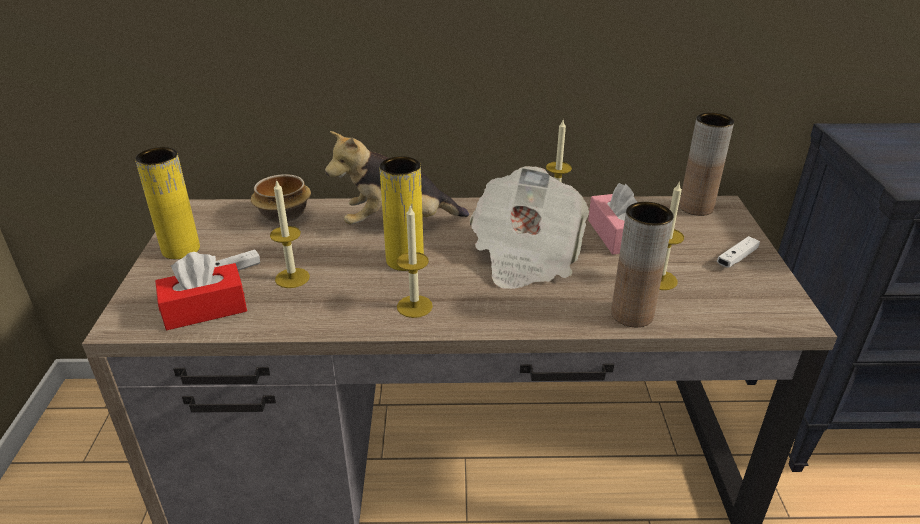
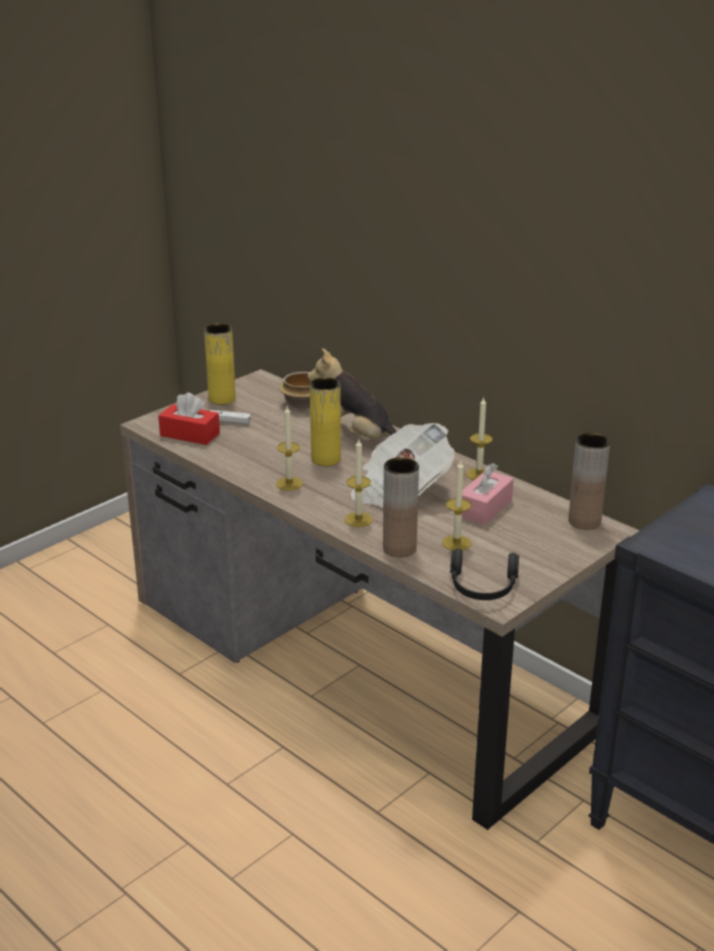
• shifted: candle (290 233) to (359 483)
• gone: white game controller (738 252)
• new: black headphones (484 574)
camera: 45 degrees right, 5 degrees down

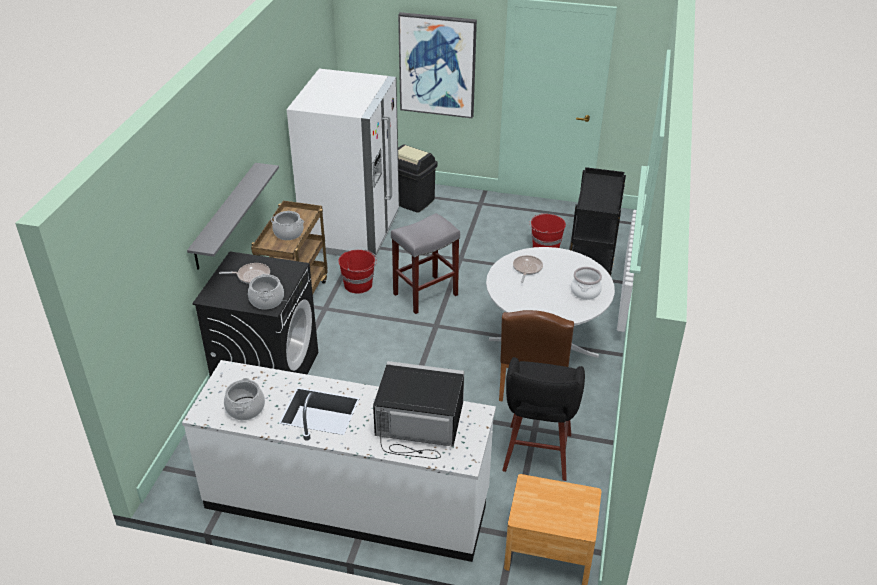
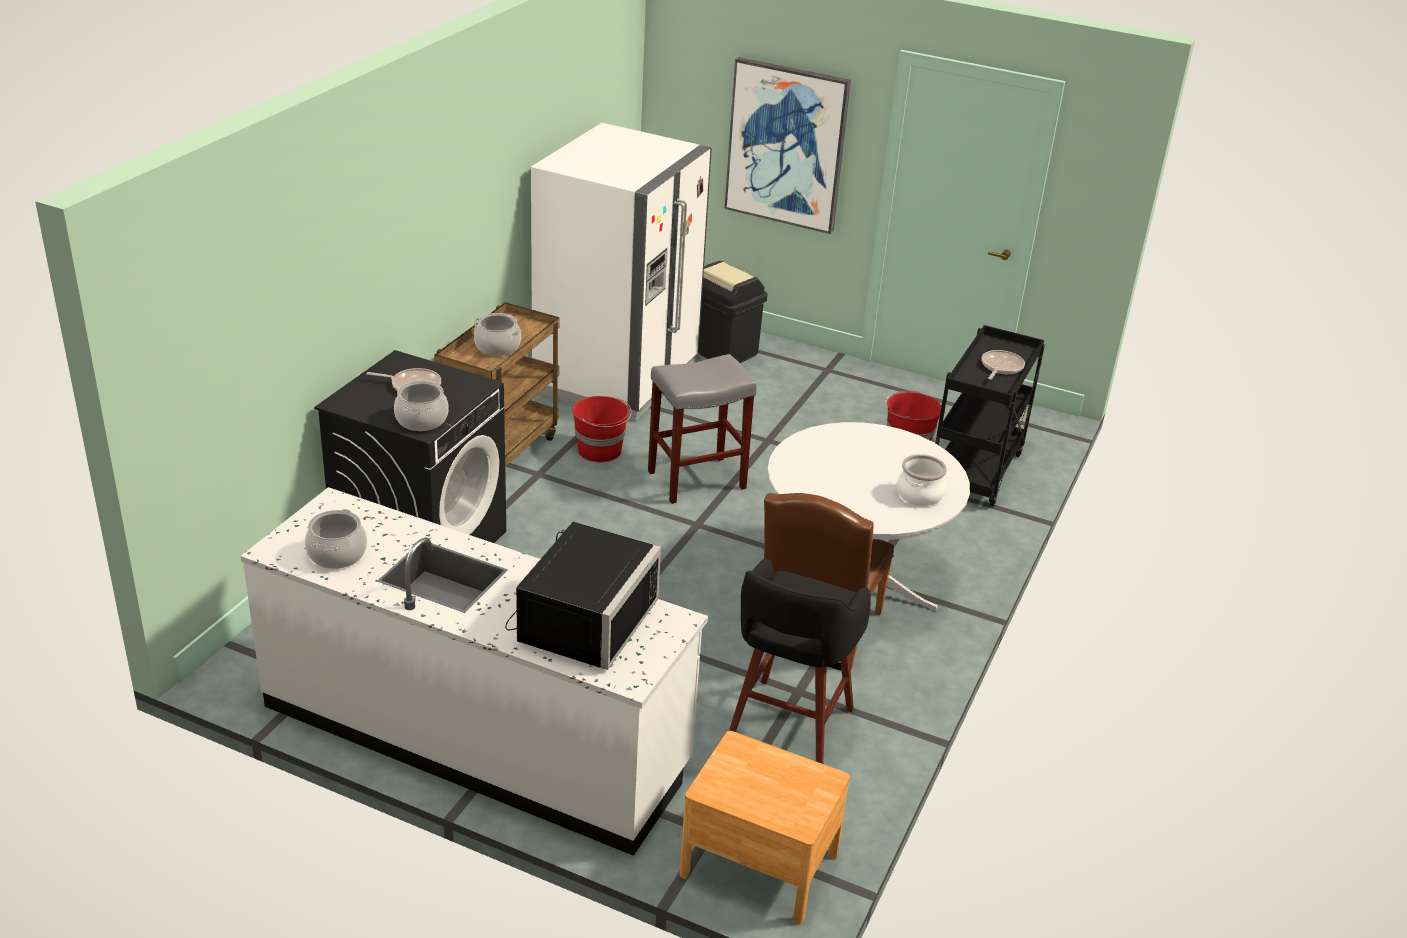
• gone: grey shelf (233 216)
• shifted: frying pan (528 269) to (1003 365)
• rotated: black microwave (418 410) = (583 596) 90 degrees clockwise
camera: 10 degrees right, 5 degrees down

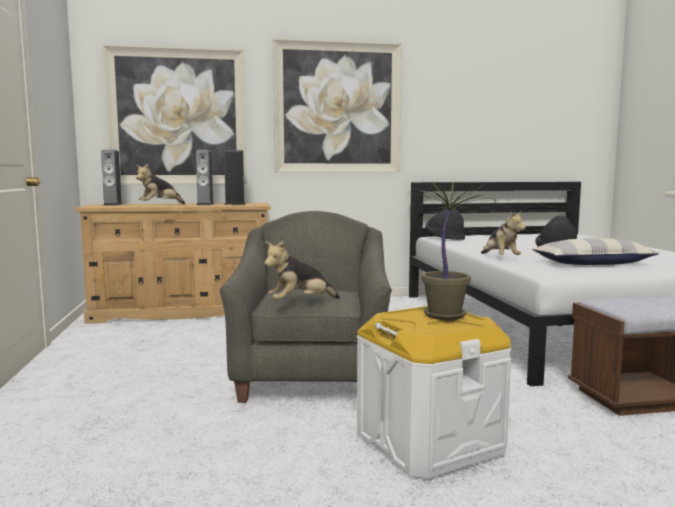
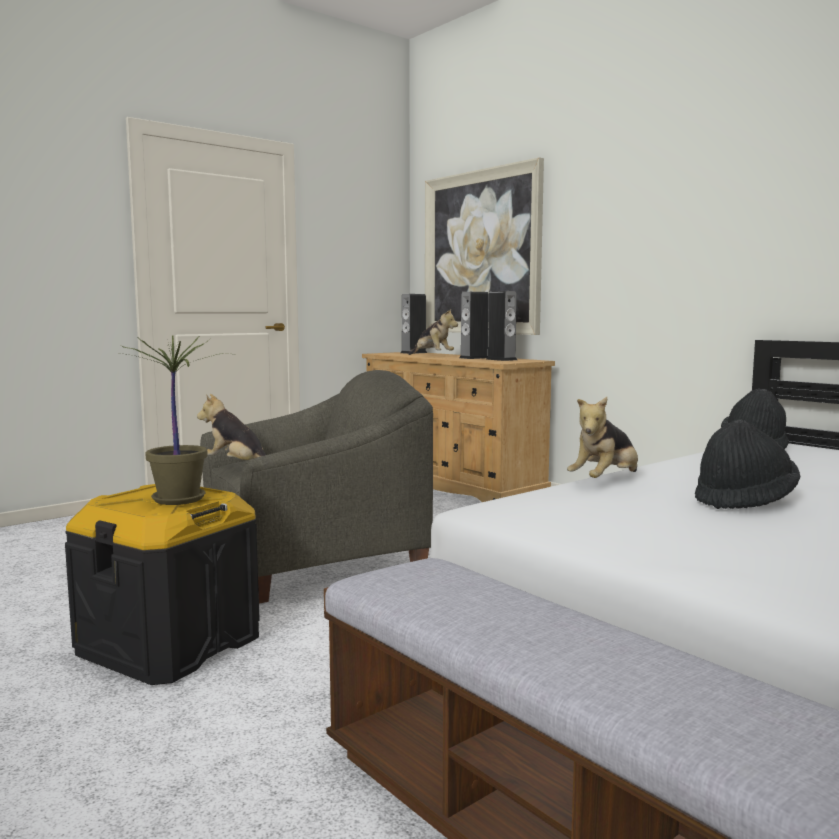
• gone: picture (337 105)
• rotated: plush toy (160 184) = (433 332) 150 degrees counterclockwise
• gone: pillow (595 251)
• repainted: white storage box (434 392) to black storage box (162 584)
camera: 60 degrees right, 0 degrees up

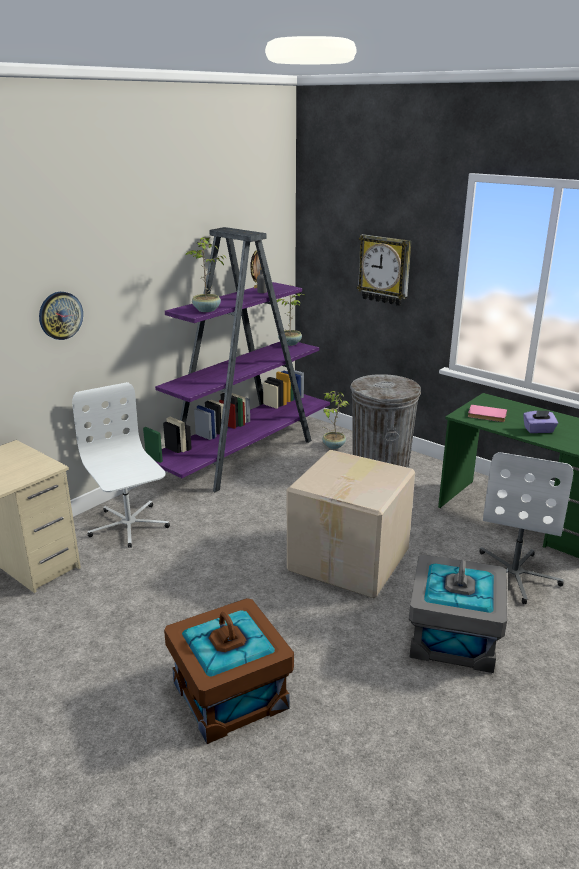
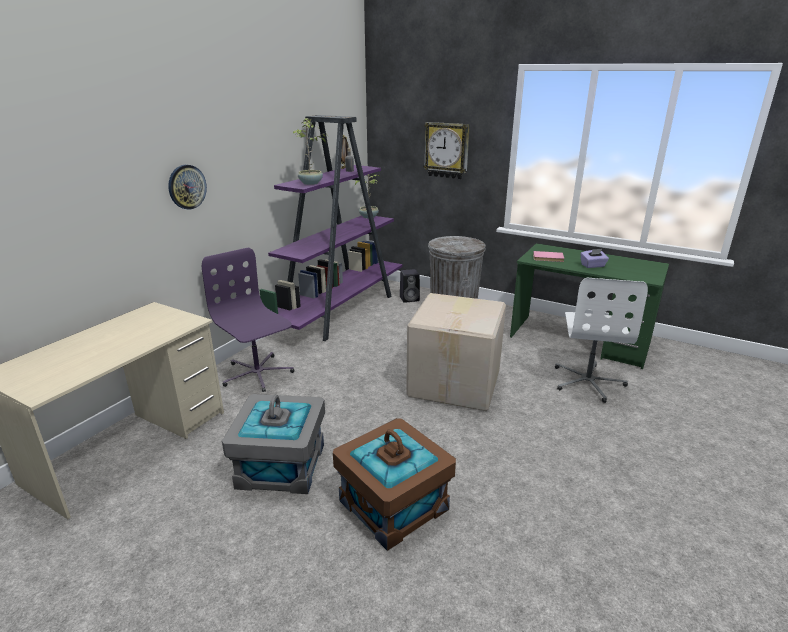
• repainted: white office chair (121 465) to purple office chair (248 319)
• swapped: potted plant (335 420) to black speaker (410 286)
• shifted: grey storage box (458 614) to (273 444)
camera: 10 degrees left, 0 degrees up

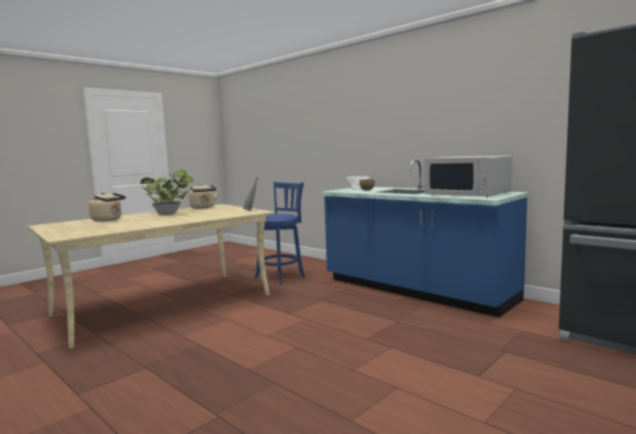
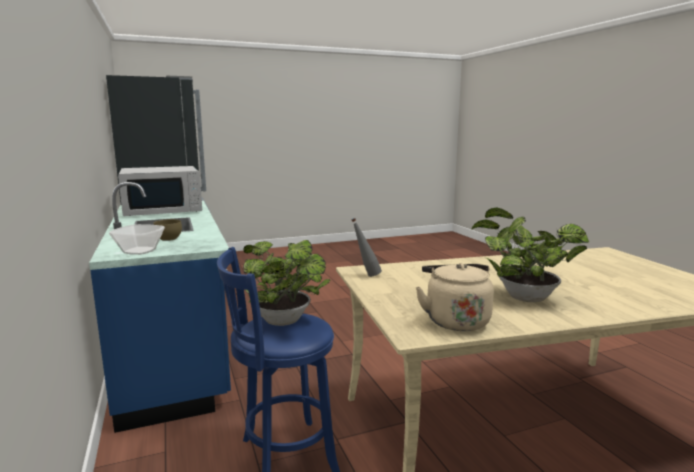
• rotated: white microwave (468 176) = (160 191) 90 degrees clockwise
• gone: beige kettle (107 207)
• new: potted plant (286 283)
camera: 155 degrees left, 5 degrees up

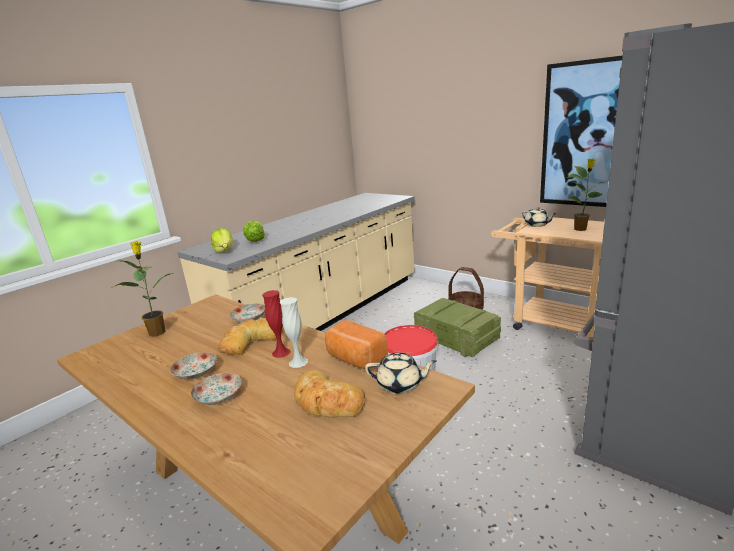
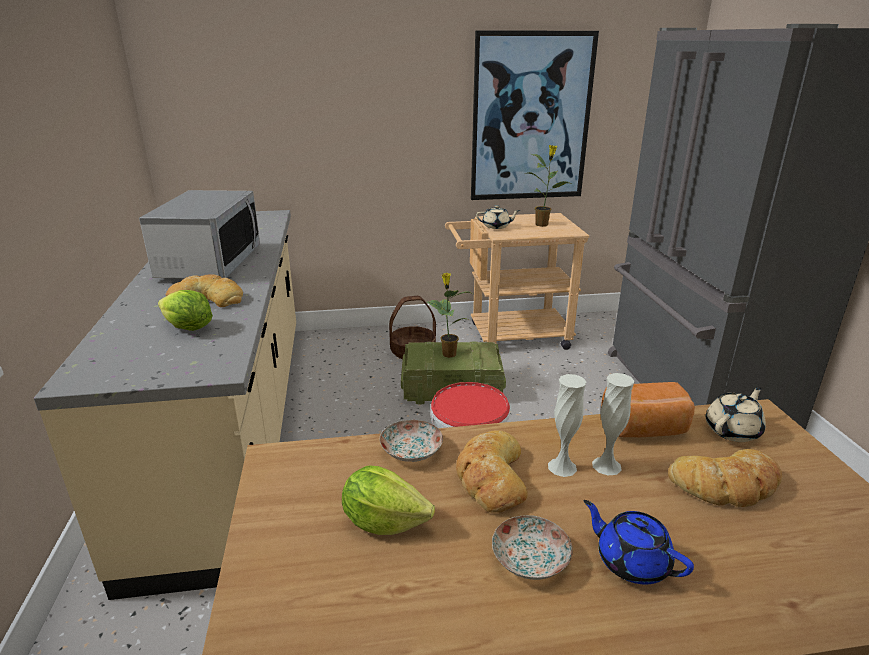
• shifted: lettuce (222 240) to (388 500)
• shifted: potted plant (142 289) to (450 315)
• repainted: red vase (276 324) to white vase (567 425)
• swapped: plate (216 389) to blue teapot (639 542)
• new: microwave (199 234)
• new: bread (204 290)
camera: 50 degrees left, 5 degrees up

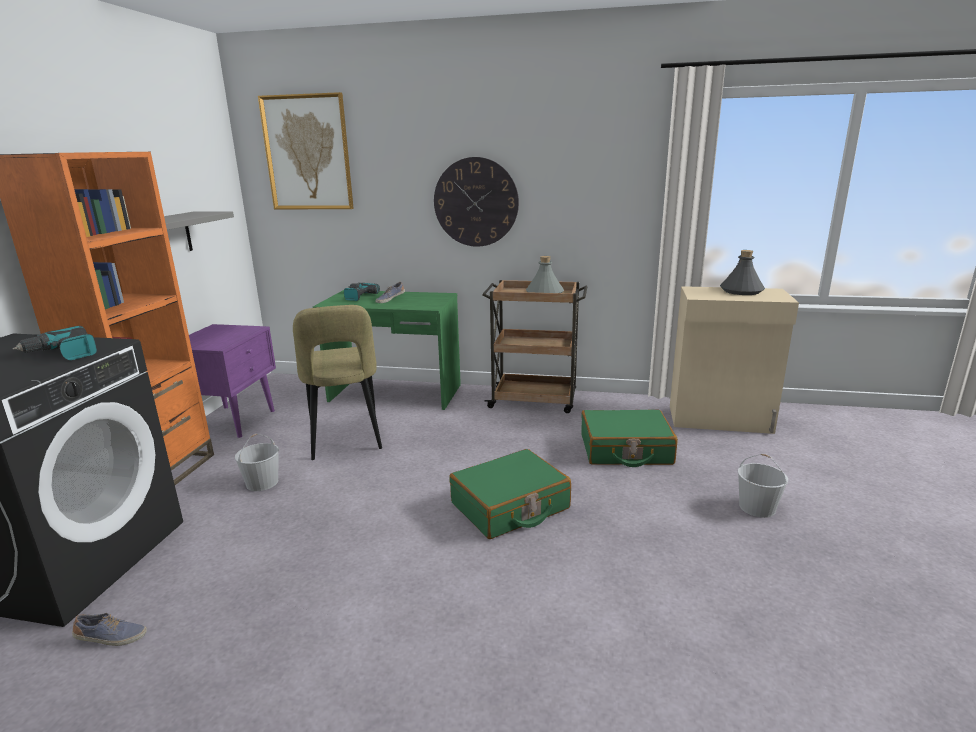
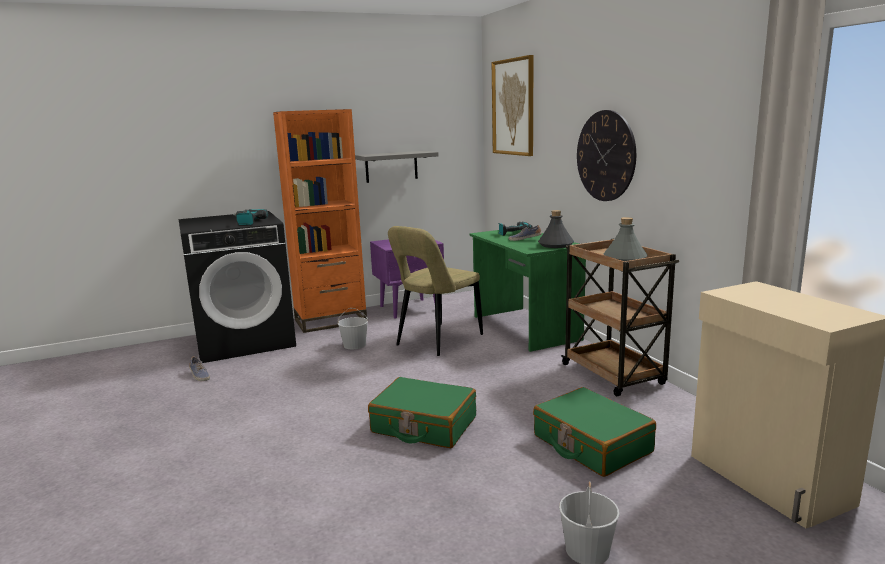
• shifted: grey bottle (742 272) to (556 229)
camera: 55 degrees right, 5 degrees down

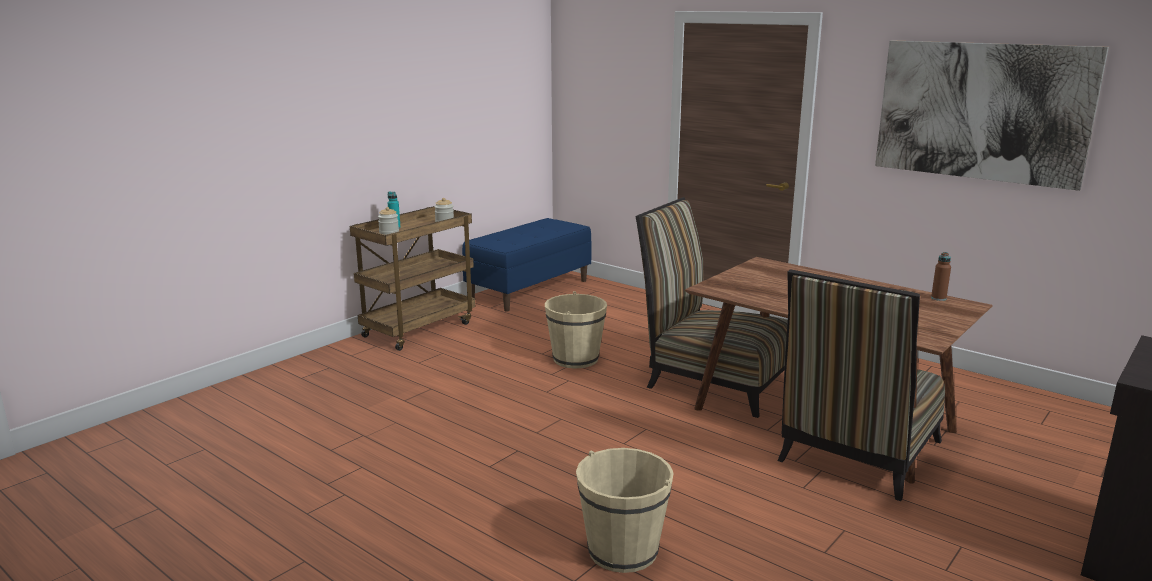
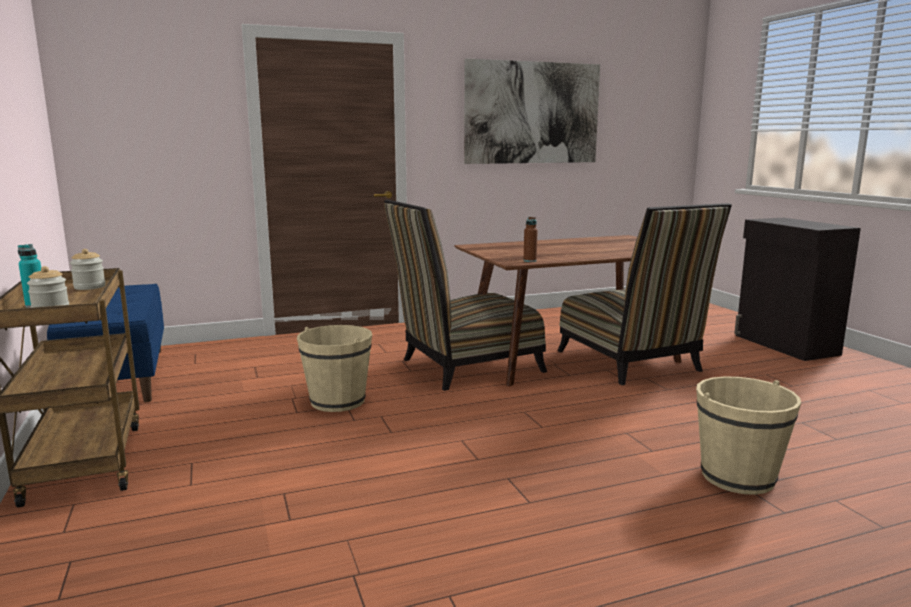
• shifted: brown bottle (941 276) to (531 239)
camera: 60 degrees left, 5 degrees down

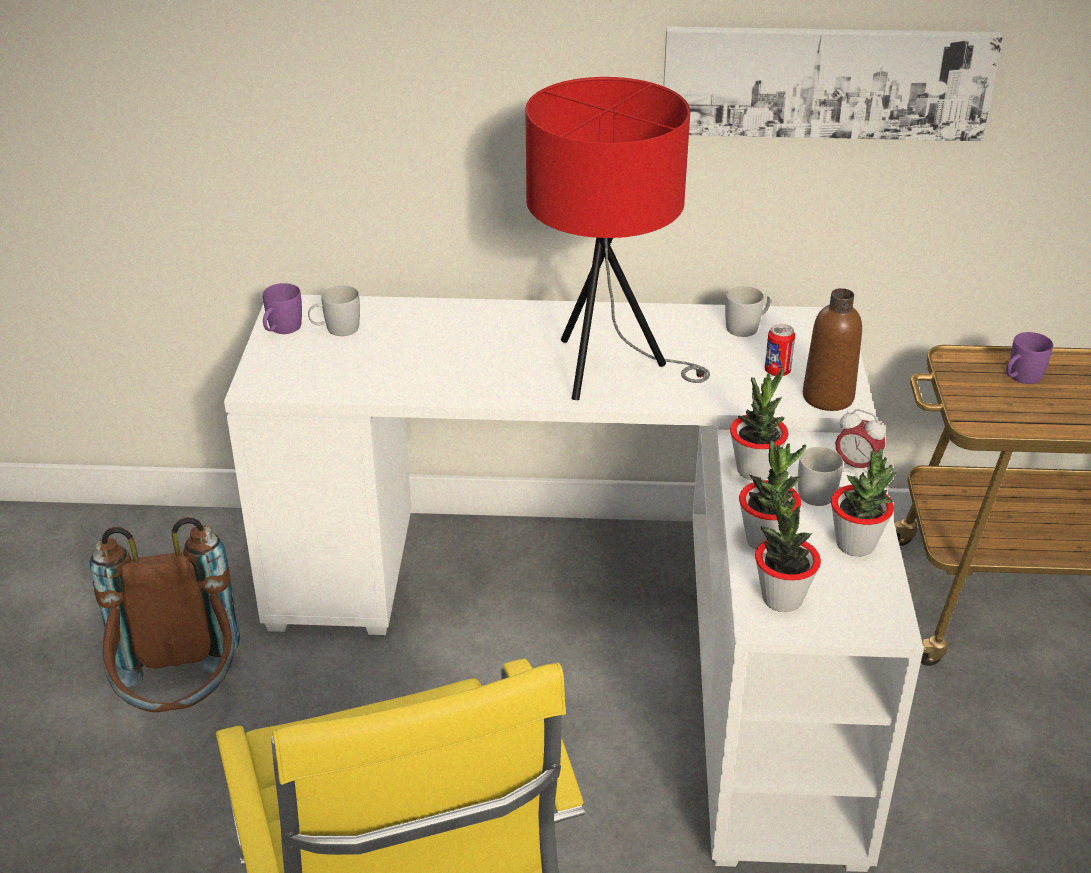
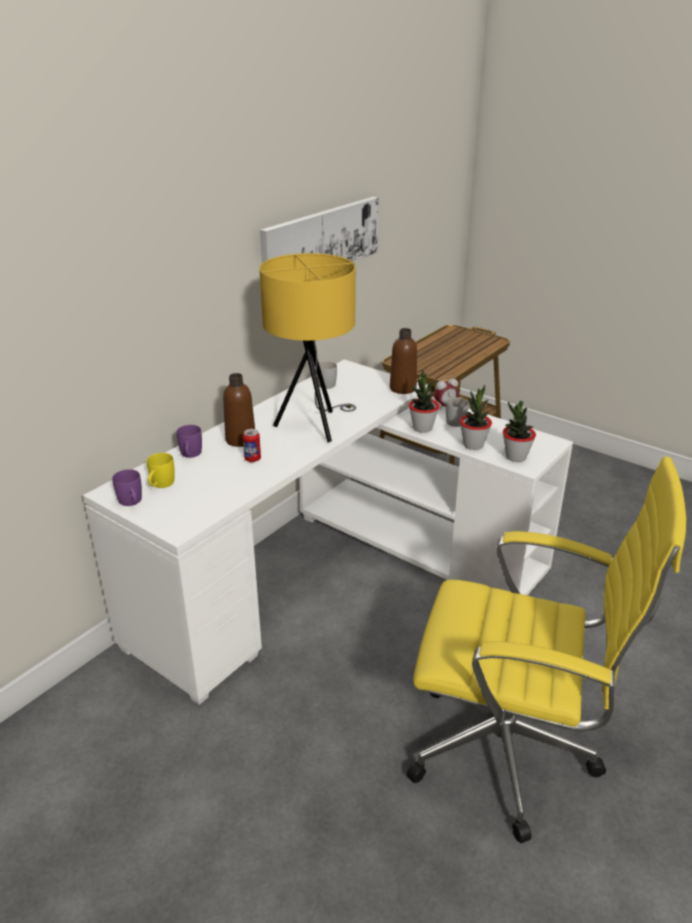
• repainted: red table lamp (617 238) to yellow table lamp (307 347)
• repainted: white mug (334 310) to yellow mug (161 470)
• shifted: can (780 350) to (252 445)
• shifted: purple mug (1029 358) to (189 441)
• gone: potted plant (864 502)
• gone: brown backpack (165 614)
• new: brown bottle (239 410)
camera: 55 degrees left, 5 degrees down

